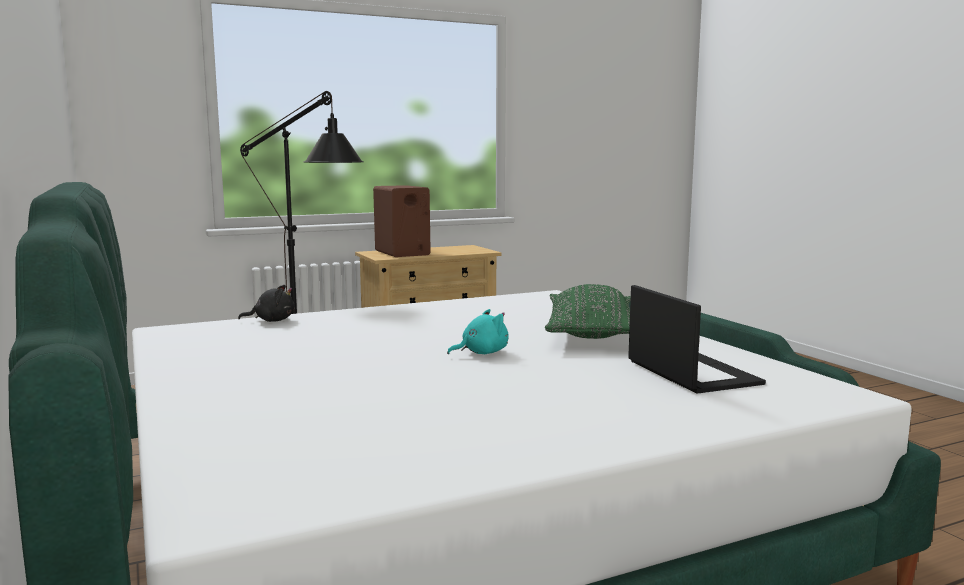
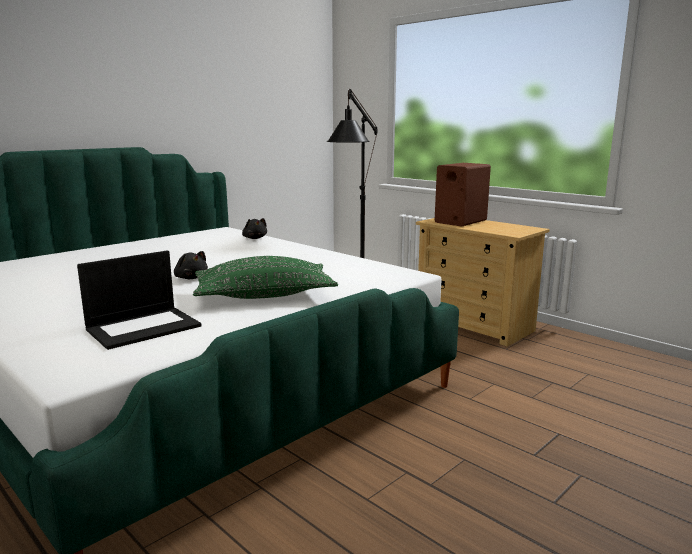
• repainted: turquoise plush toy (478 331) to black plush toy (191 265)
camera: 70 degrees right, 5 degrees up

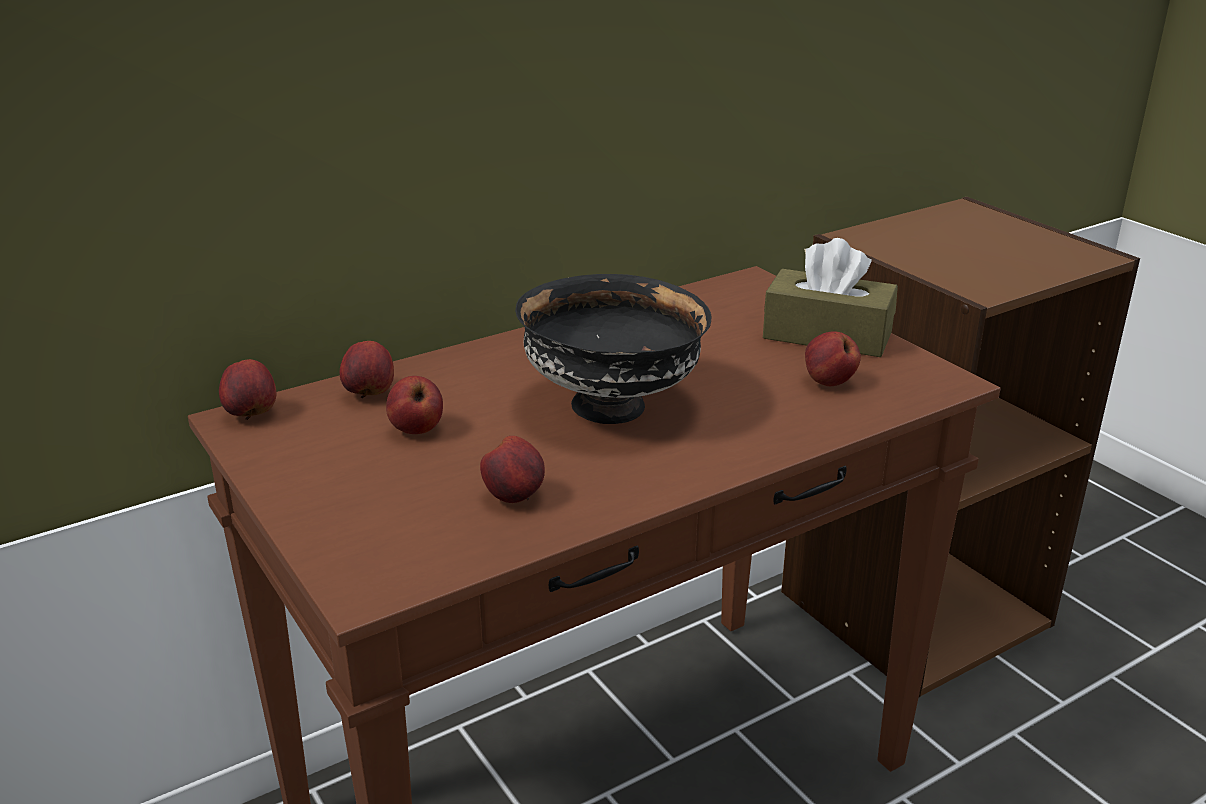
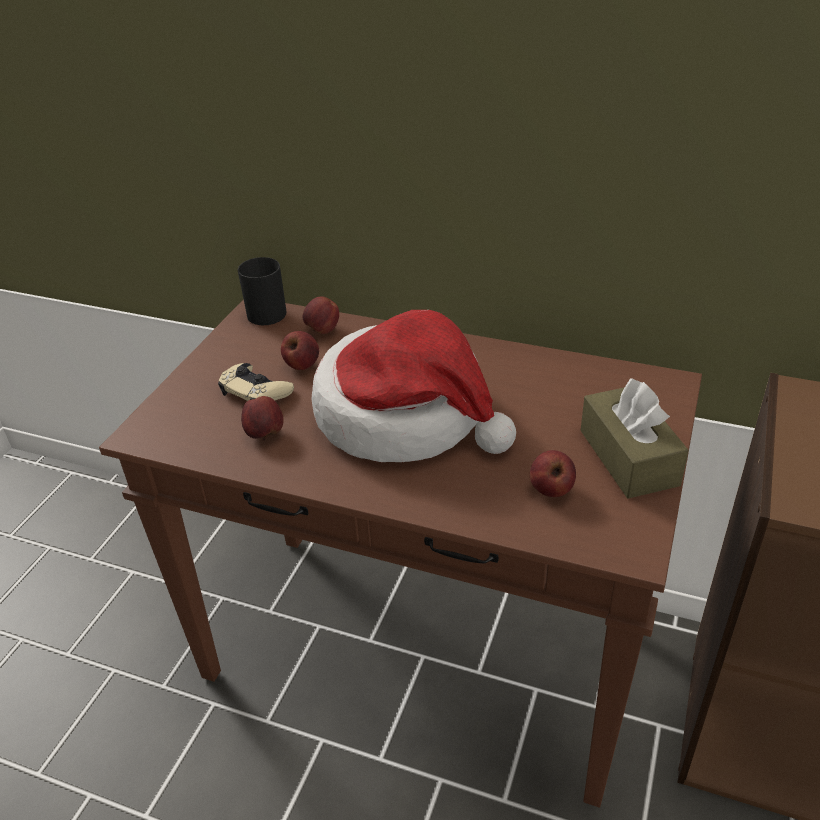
• swapped: black bowl (613 349) to hat (414 386)
• swapped: apple (247 389) to black mug (262 291)
• new: beige game controller (256 382)
camera: 55 degrees right, 10 degrees up

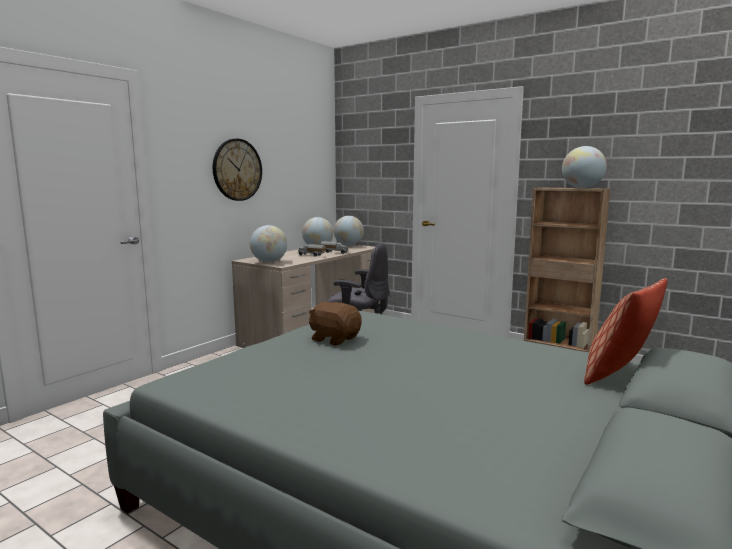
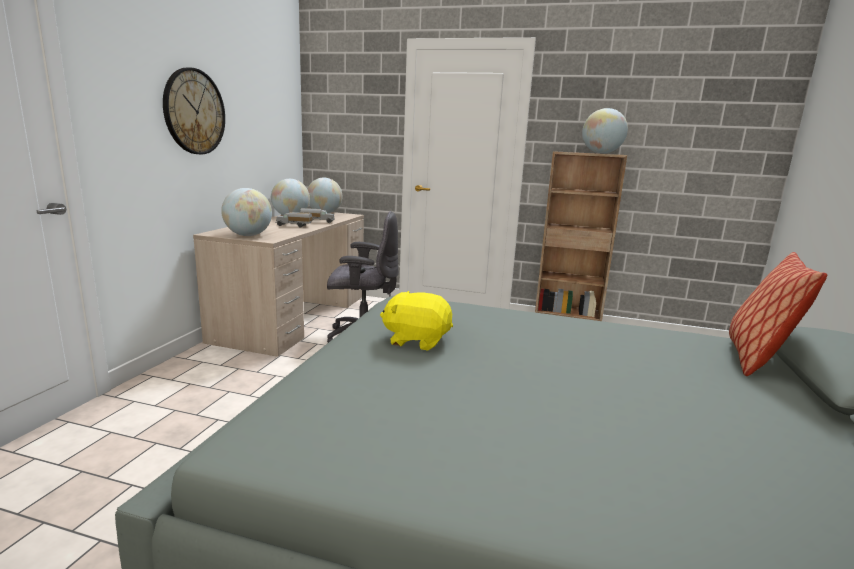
• repainted: brown plush toy (335 324) to yellow plush toy (416 320)
camera: 20 degrees left, 5 degrees up

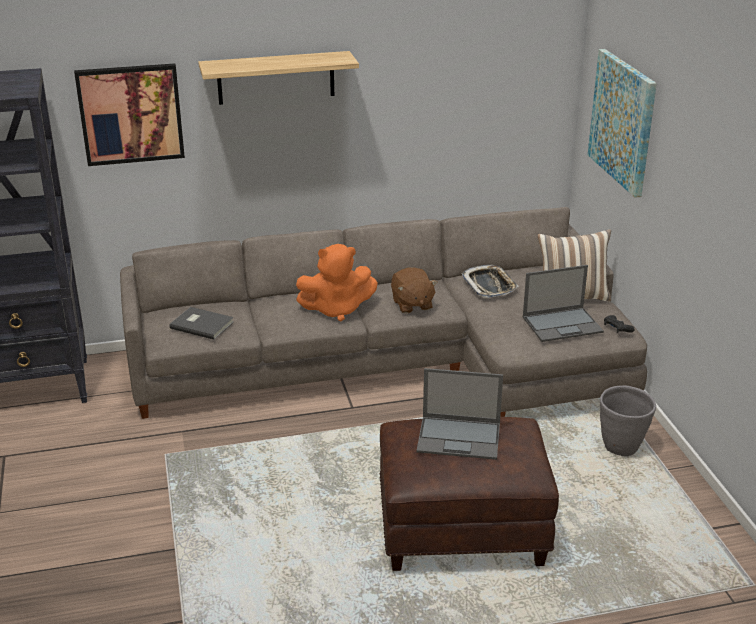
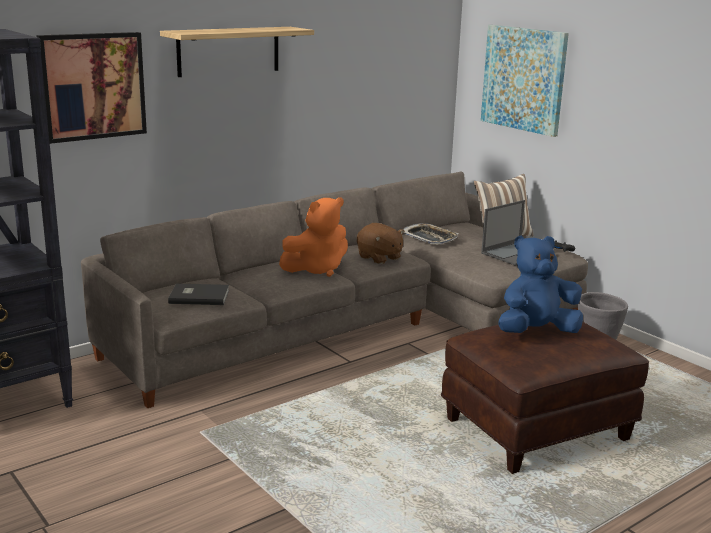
• swapped: laptop (459 414) to blue plush toy (540 284)
camera: 25 degrees left, 10 degrees down

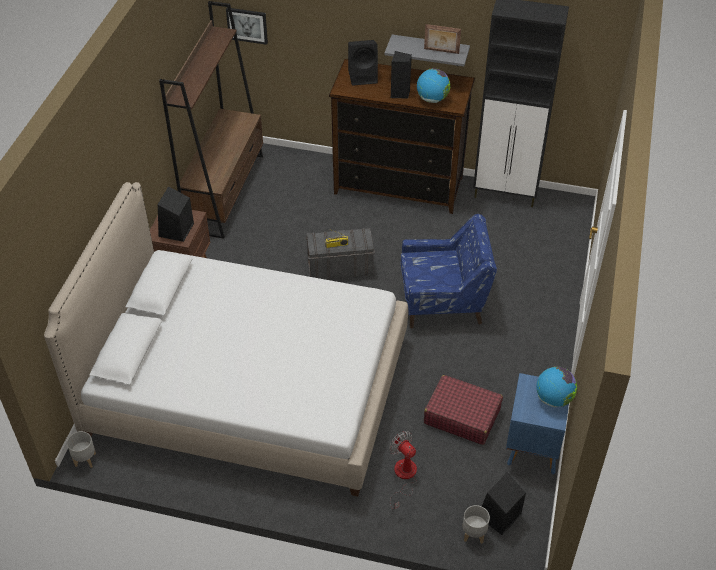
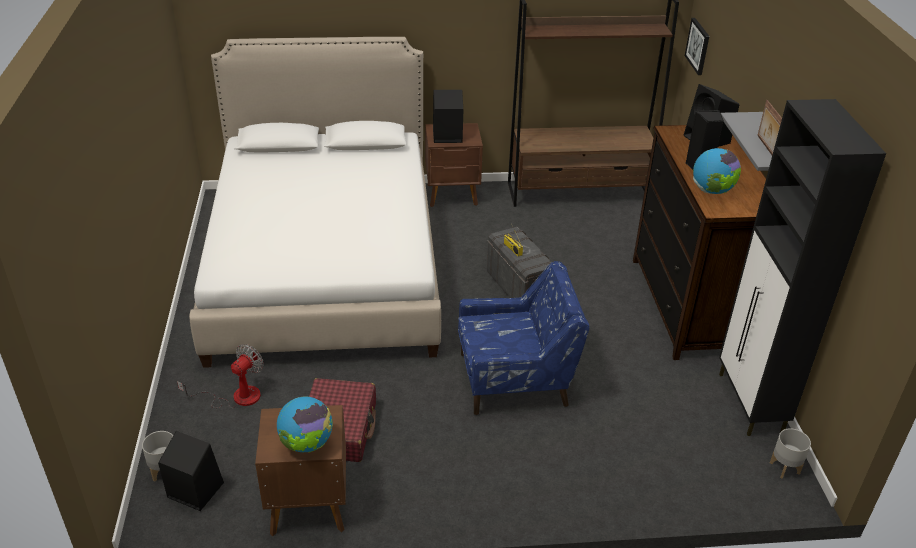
• rotated: blue armchair (449 271) = (523 338) 75 degrees counterclockwise
• repainted: blue nightstand (537 423) to brown nightstand (300 470)
• shifted: grey planter (81 449) to (790 453)
camera: 70 degrees right, 10 degrees down

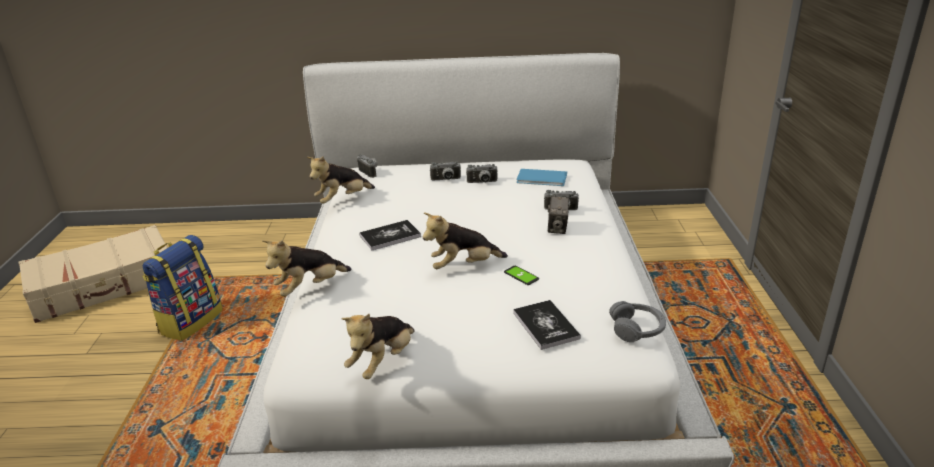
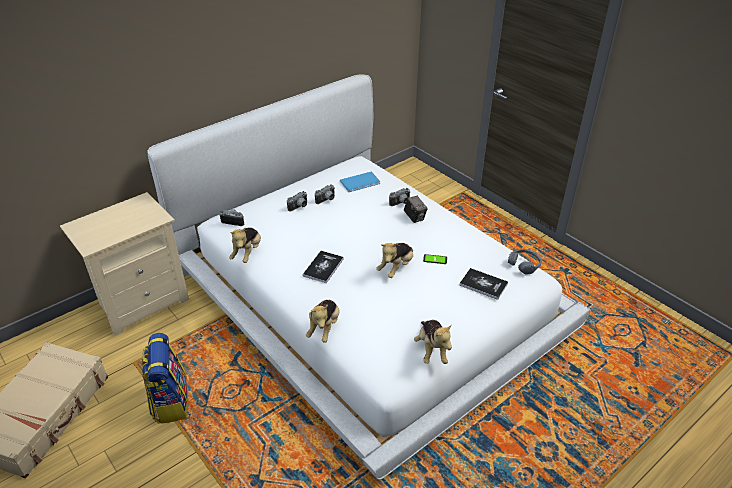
• new: beige nightstand (124 264)
camera: 40 degrees left, 10 degrees up

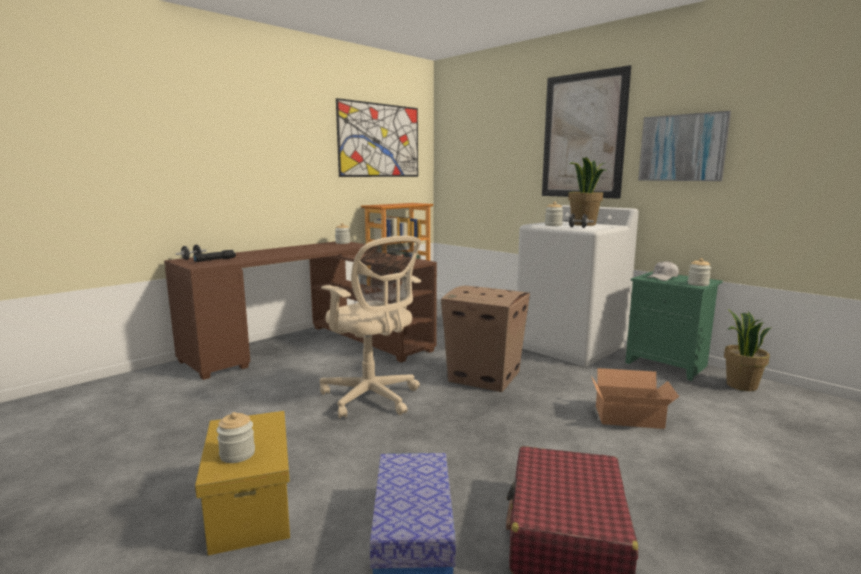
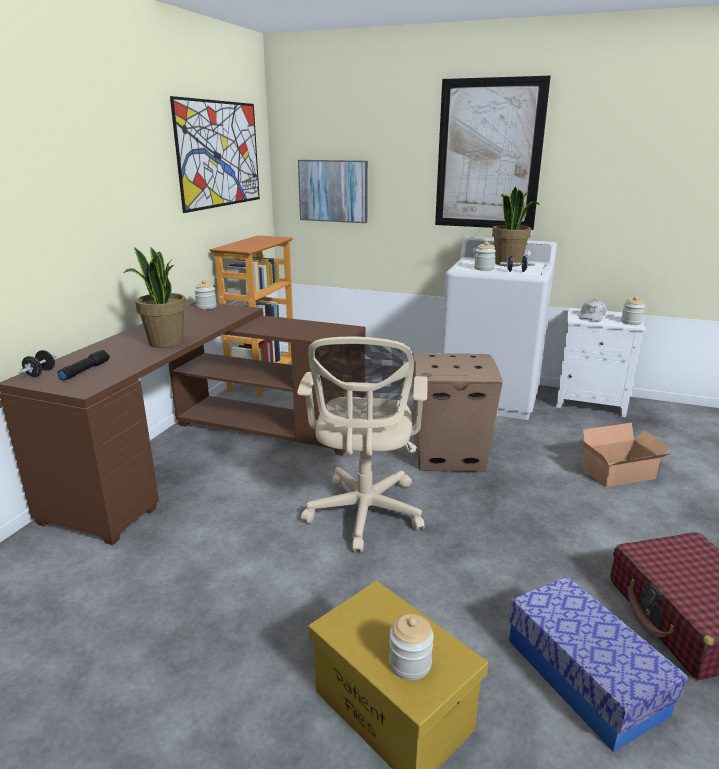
• shifted: picture (684 146) to (333 191)
• rotated: beige office chair (370 327) = (362 444) 75 degrees clockwise
• repainted: green nightstand (674 326) to white nightstand (600 362)
• shifted: potted plant (747 350) to (155 297)
camera: 25 degrees left, 10 degrees up

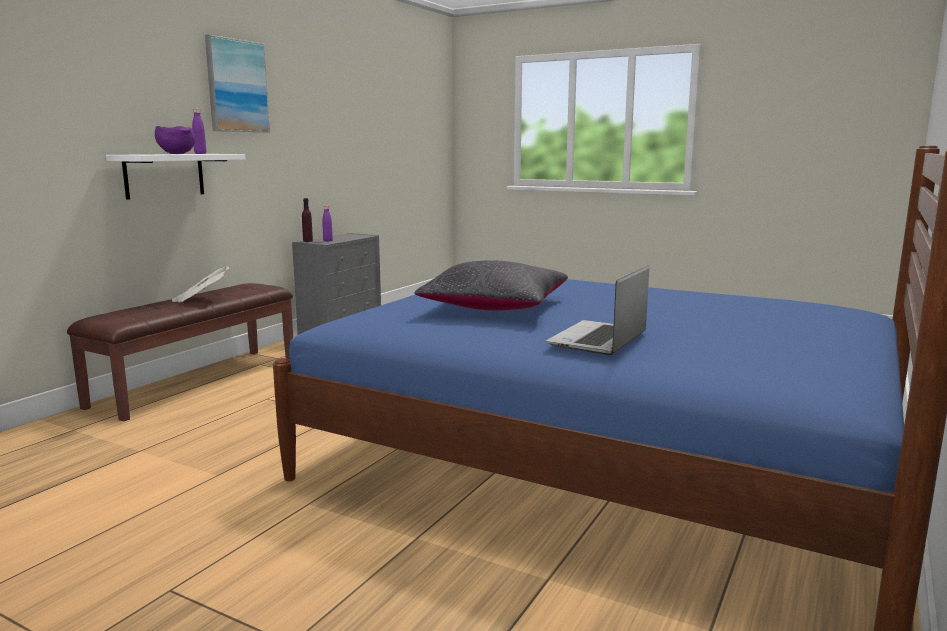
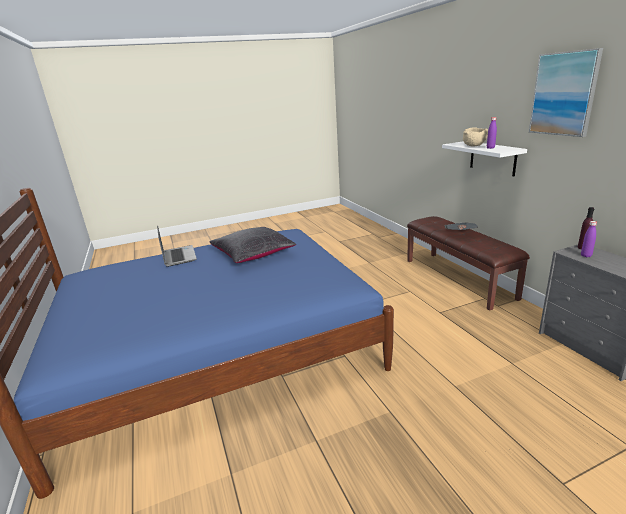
• repainted: purple bowl (175 140) to beige bowl (475 137)
camera: 130 degrees right, 10 degrees up

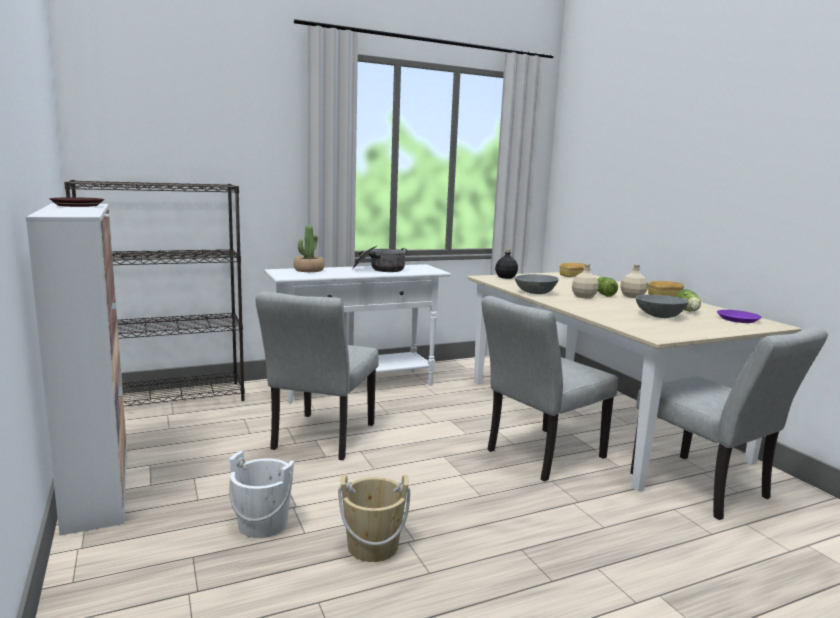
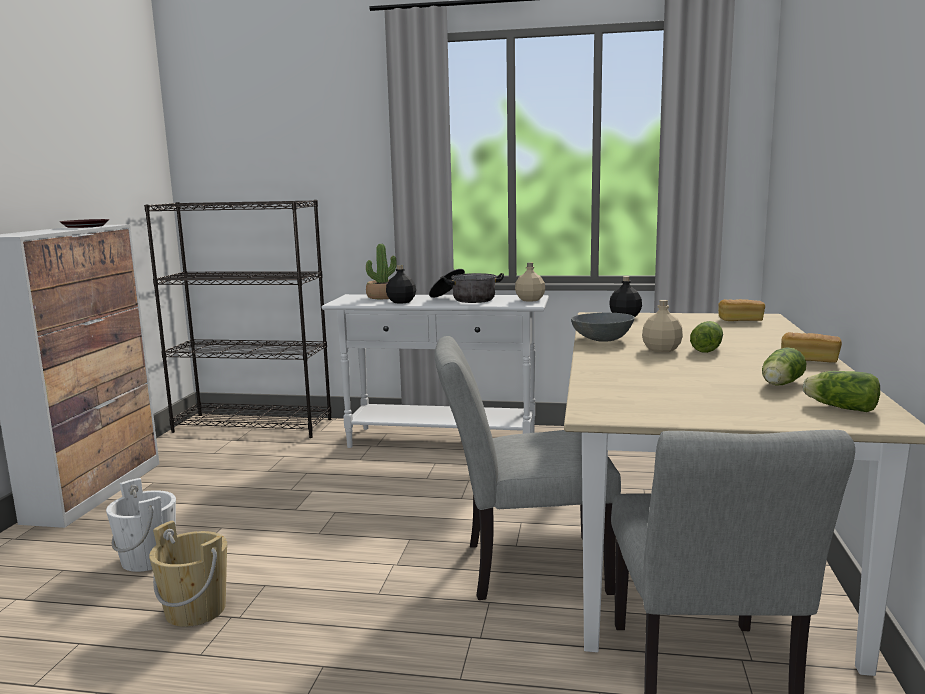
• shifted: beige bottle (634 281) to (530 282)
• gone: grey chair (317 375)
• gone: grey bowl (662 306)
• swapped: purple plate (739 316) to lettuce (841 391)
• new: black bottle (401 284)
camera: 35 degrees right, 0 degrees up

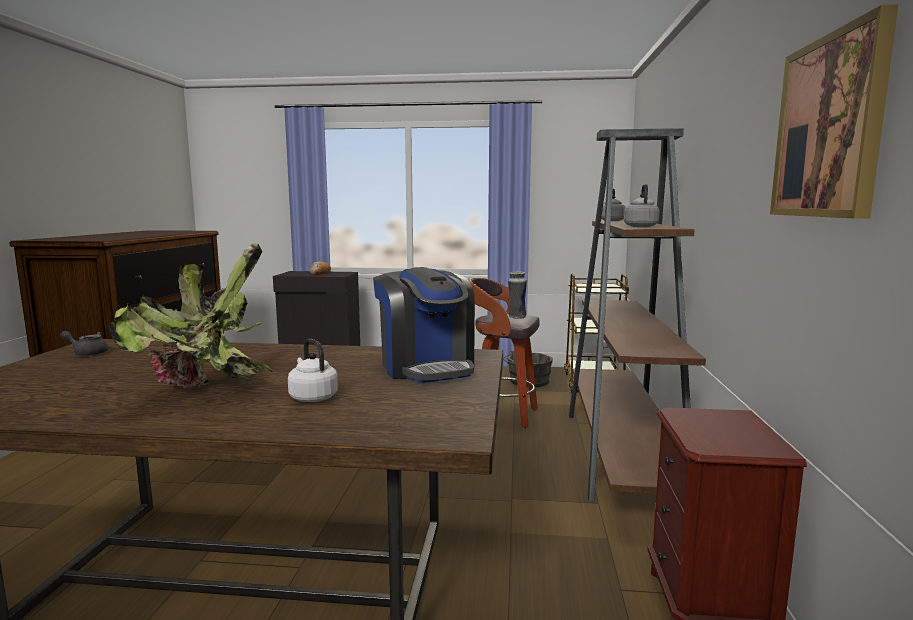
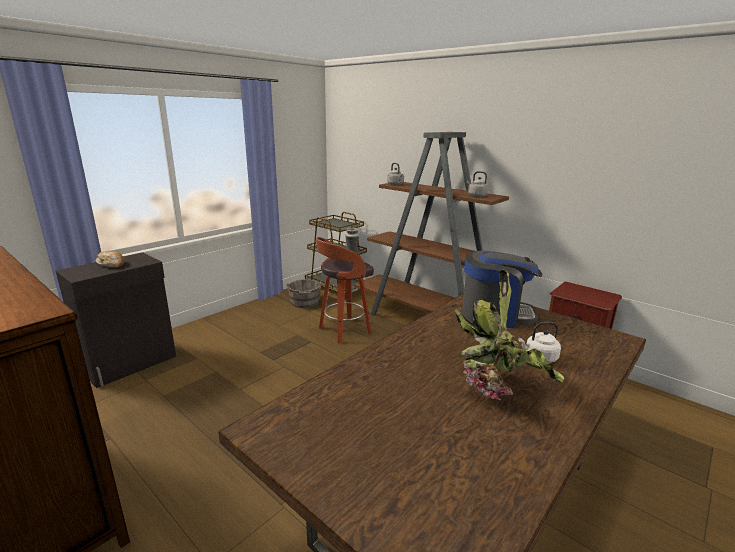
• gone: picture (834 111)
• gone: grey teapot (84 343)
camera: 55 degrees left, 10 degrees up

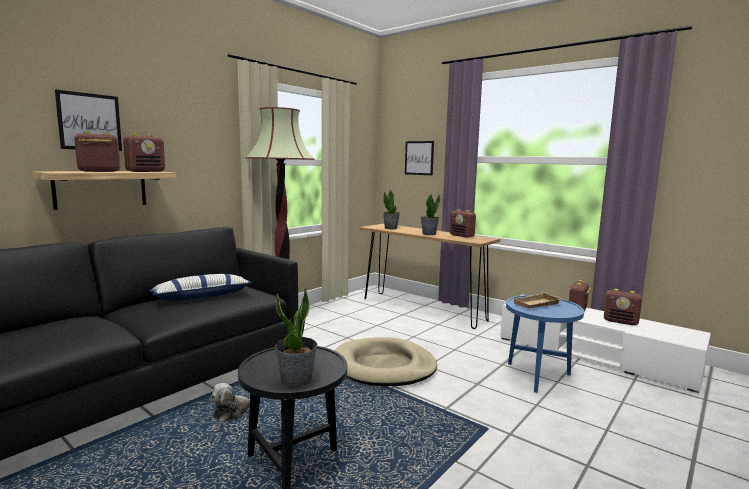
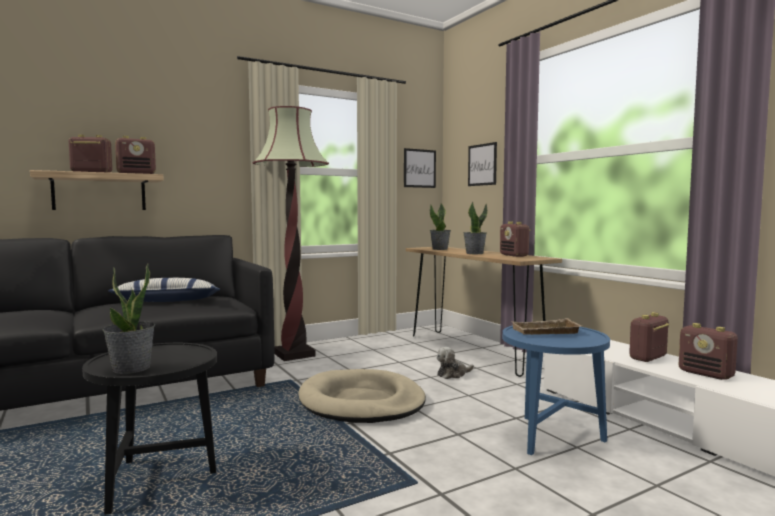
• shifted: picture (88 120) to (420 168)
• shifted: plush toy (230 402) to (455 363)
camera: 20 degrees right, 5 degrees down

